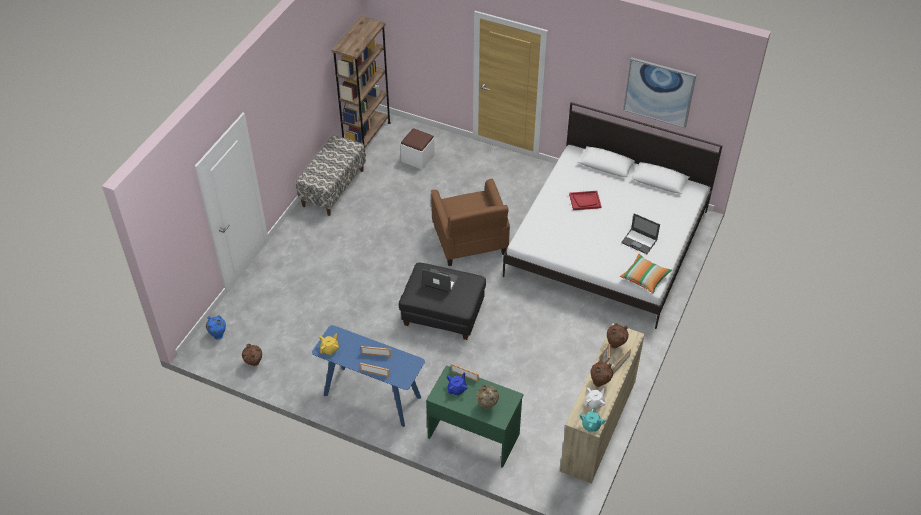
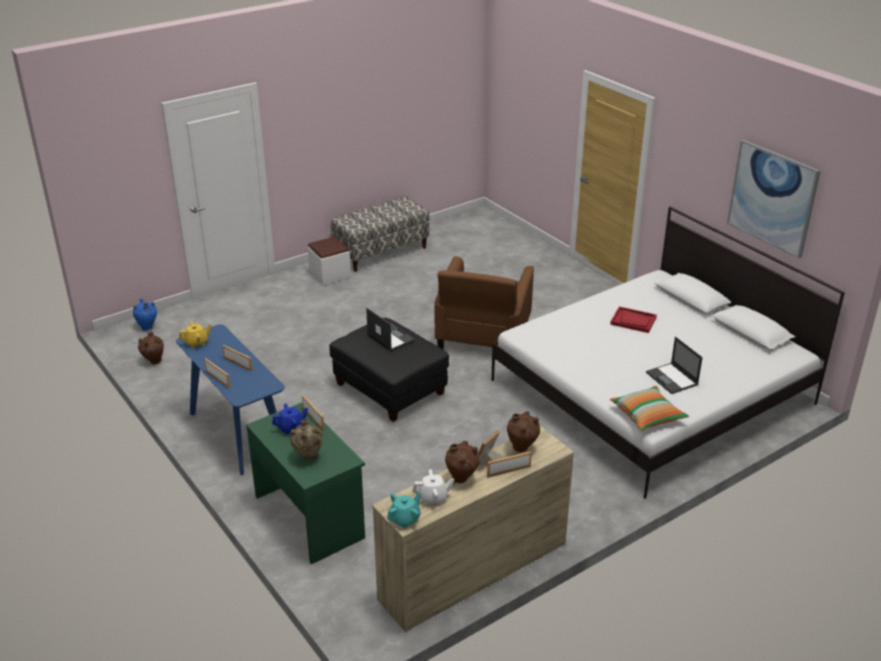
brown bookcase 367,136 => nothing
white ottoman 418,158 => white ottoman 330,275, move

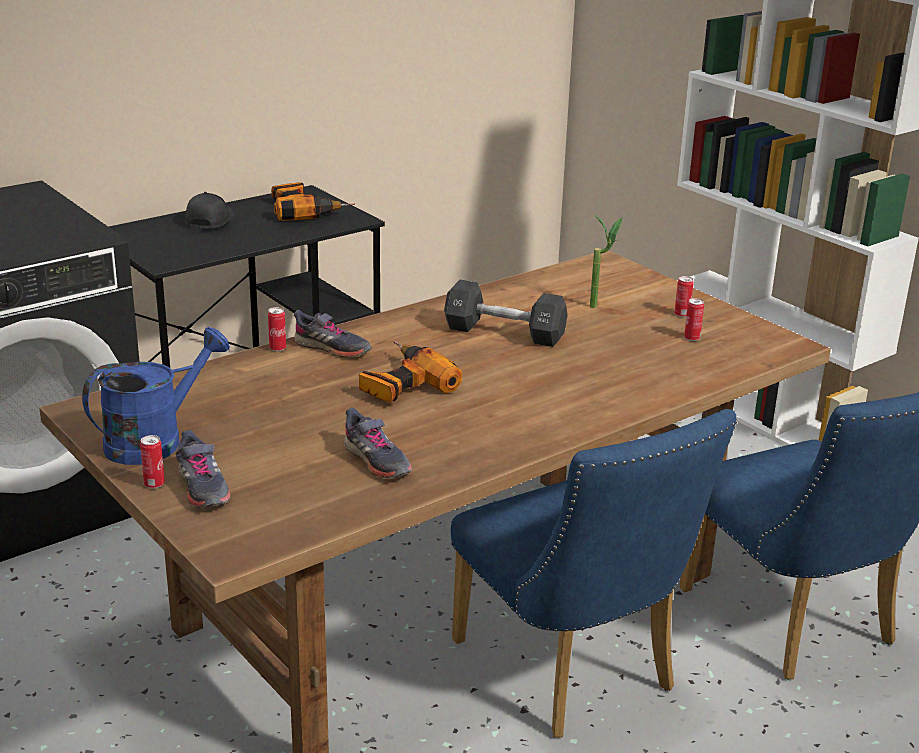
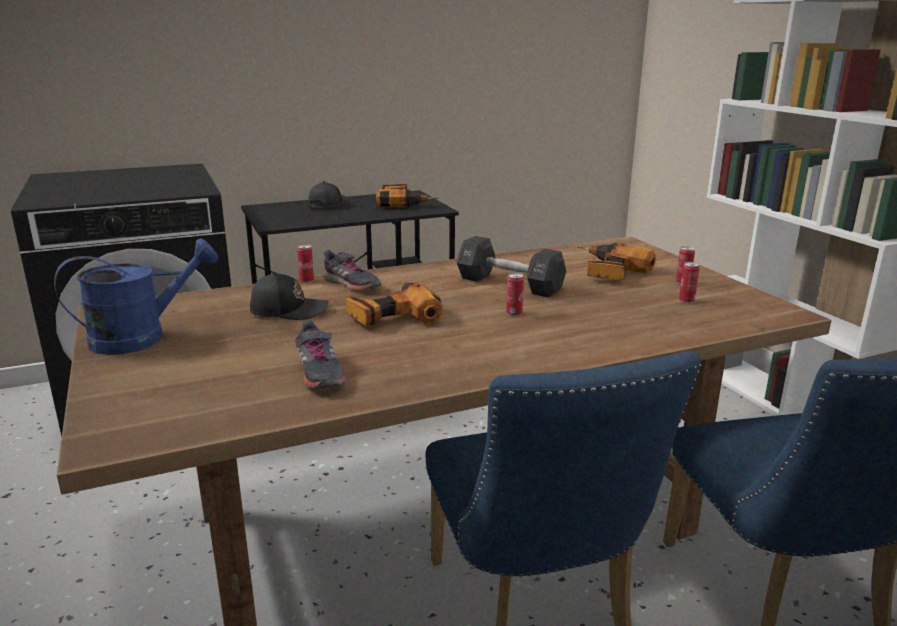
potted plant 600,306 => power drill 607,272
grey shoe 202,487 => nothing
can 154,484 => can 514,314, move
nothing => black cap 289,310

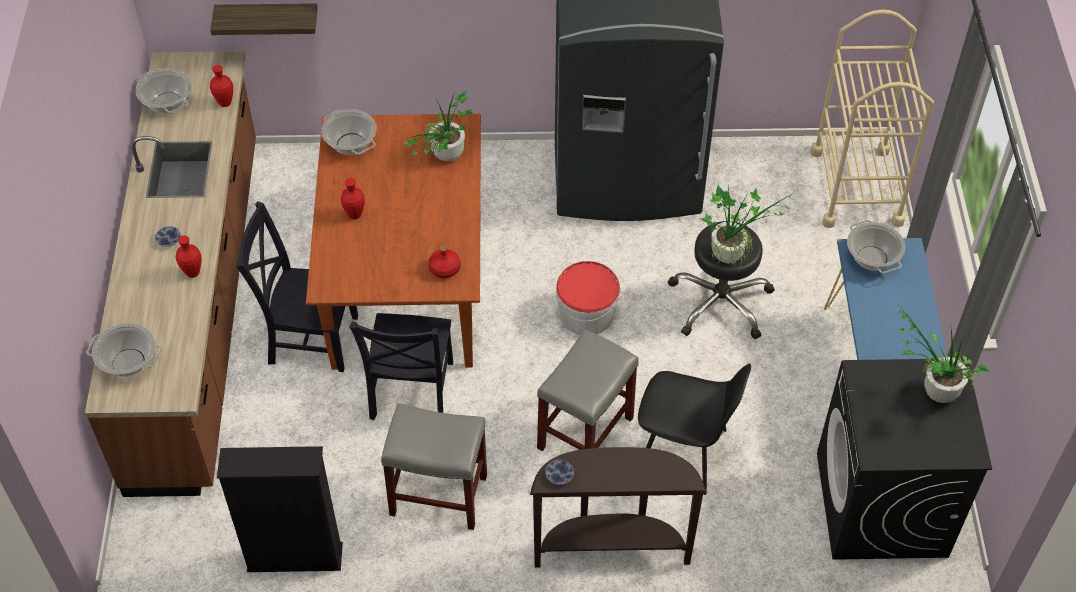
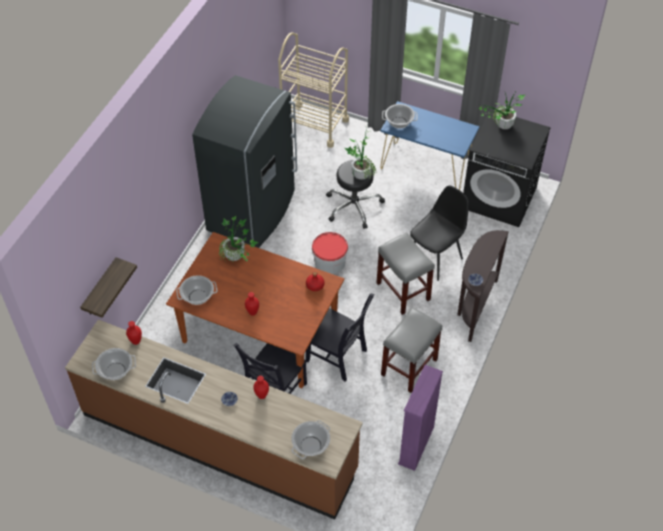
black bookcase 295,558 => purple bookcase 416,445

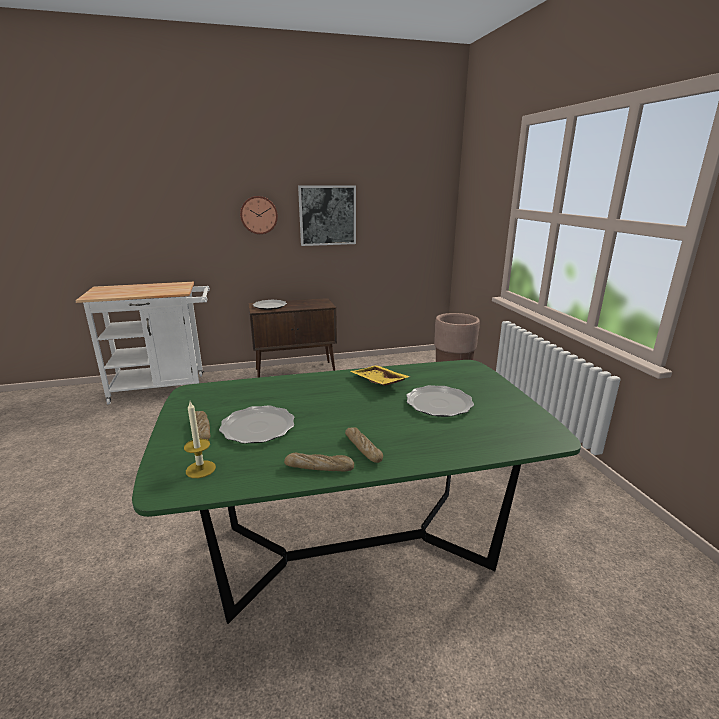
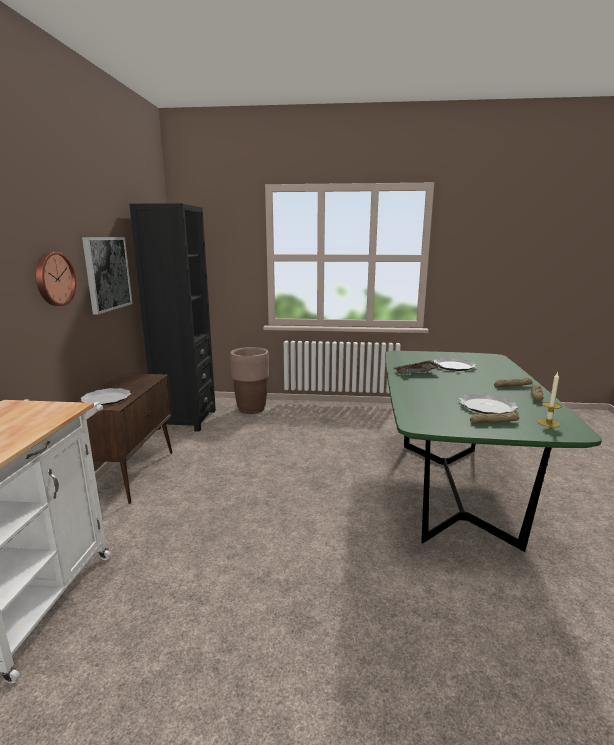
yellow tray 378,382 => black tray 417,373
nothing => black bookcase 186,419

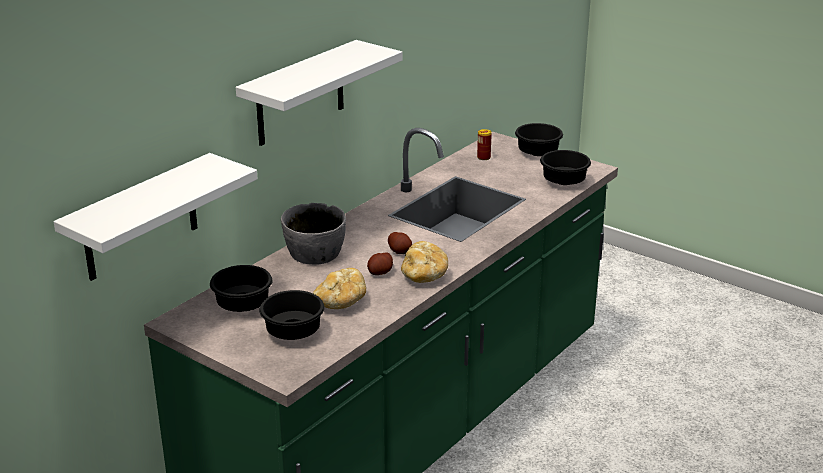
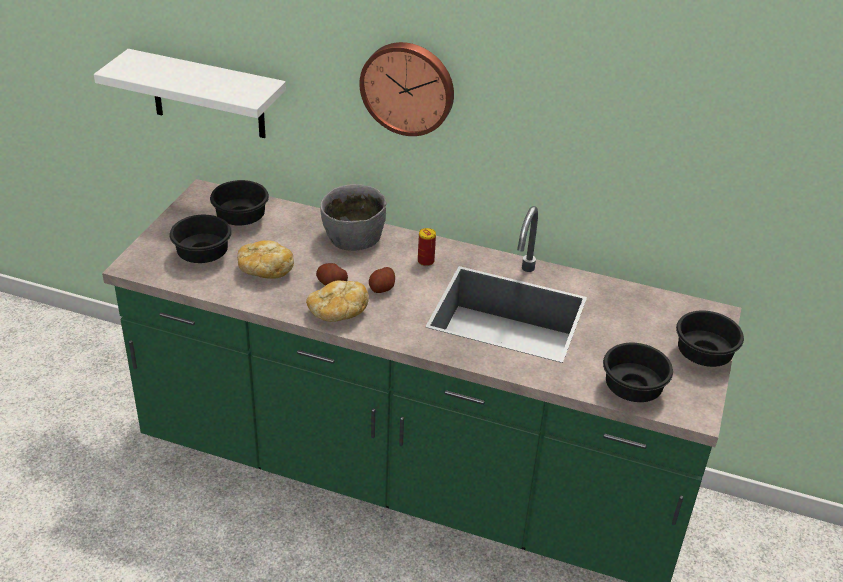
white shelf 300,94 => wall clock 408,87
can 483,157 => can 425,261, move

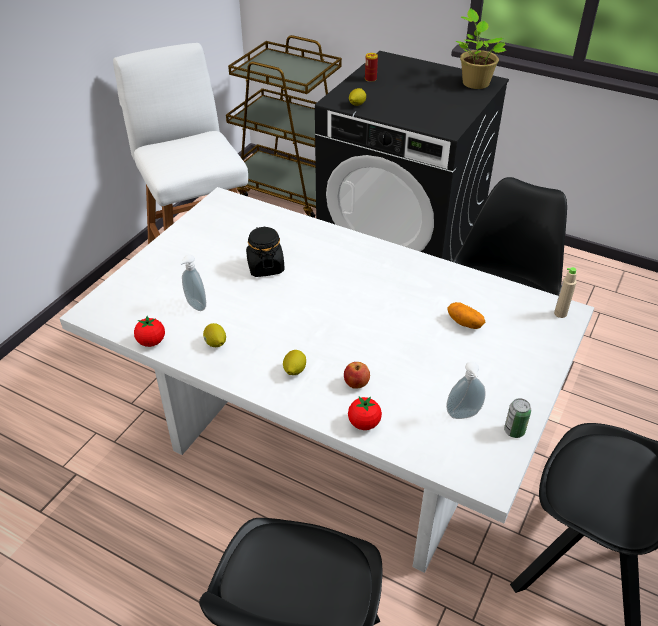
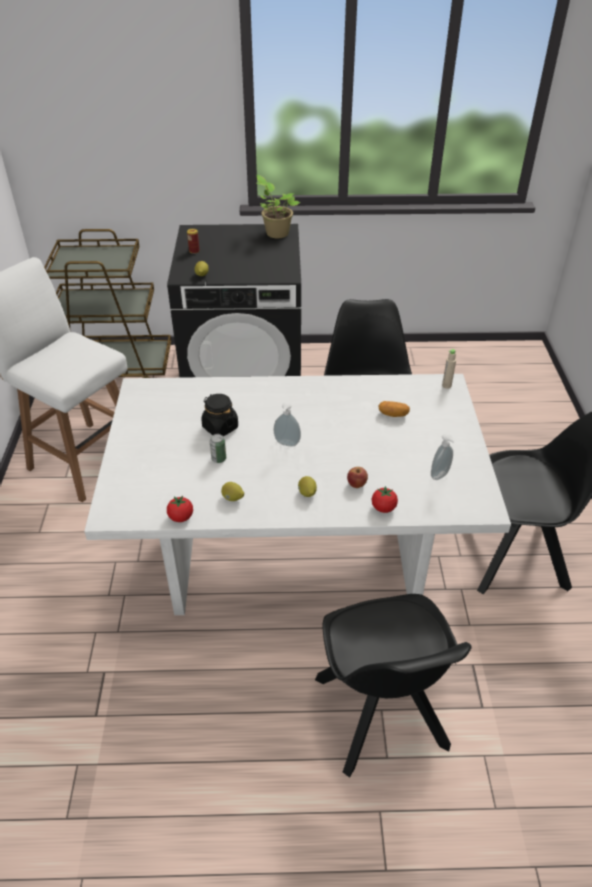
soap dispenser 195,306 => soap dispenser 286,444, move
can 514,431 => can 219,459, move

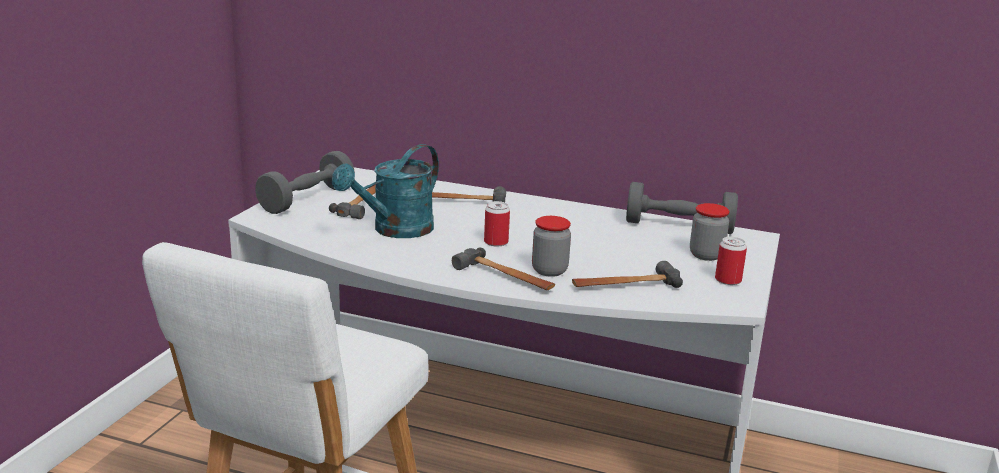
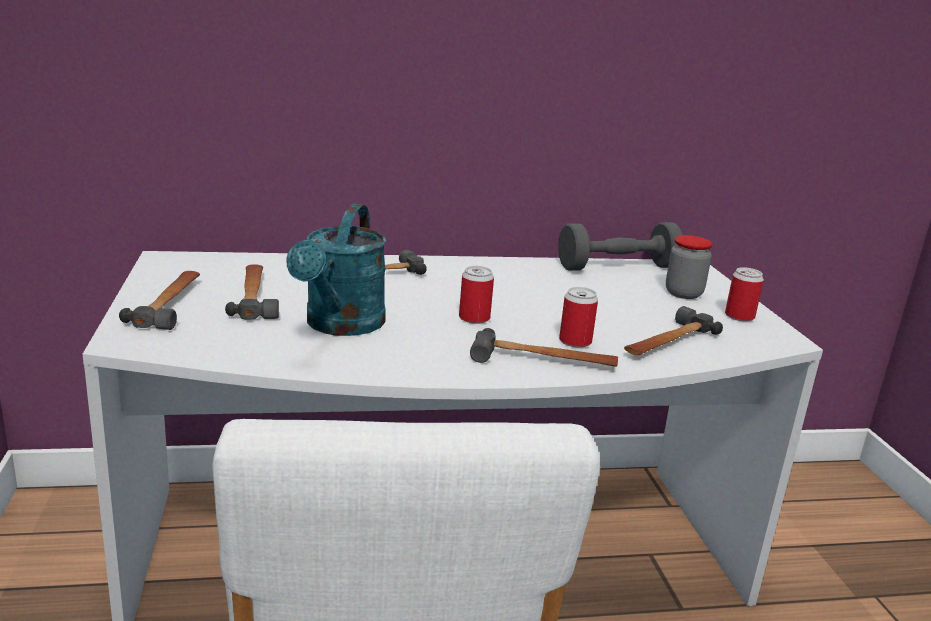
grey dumbbell 307,200 => hammer 170,304
jar 549,271 => can 575,341

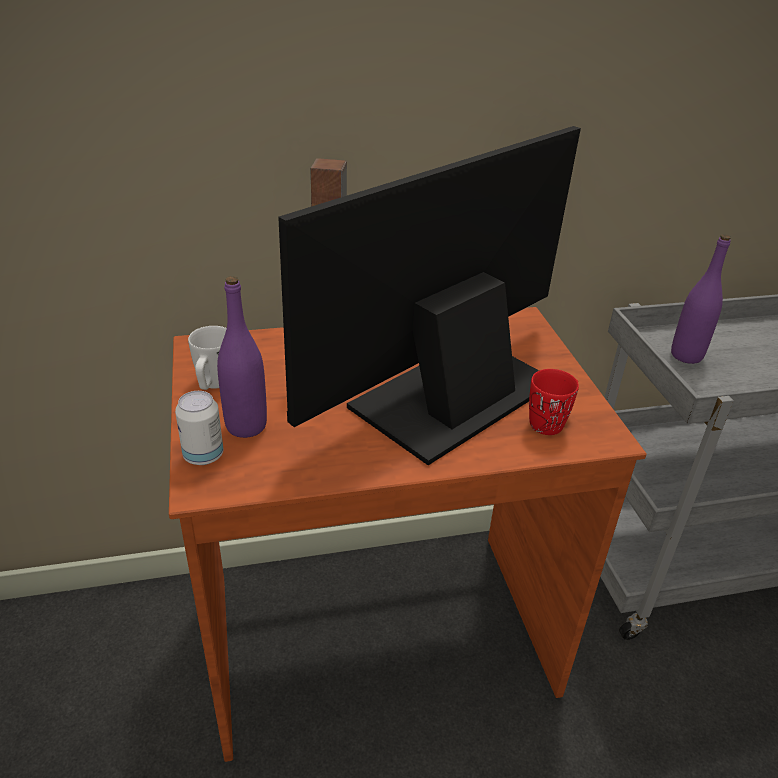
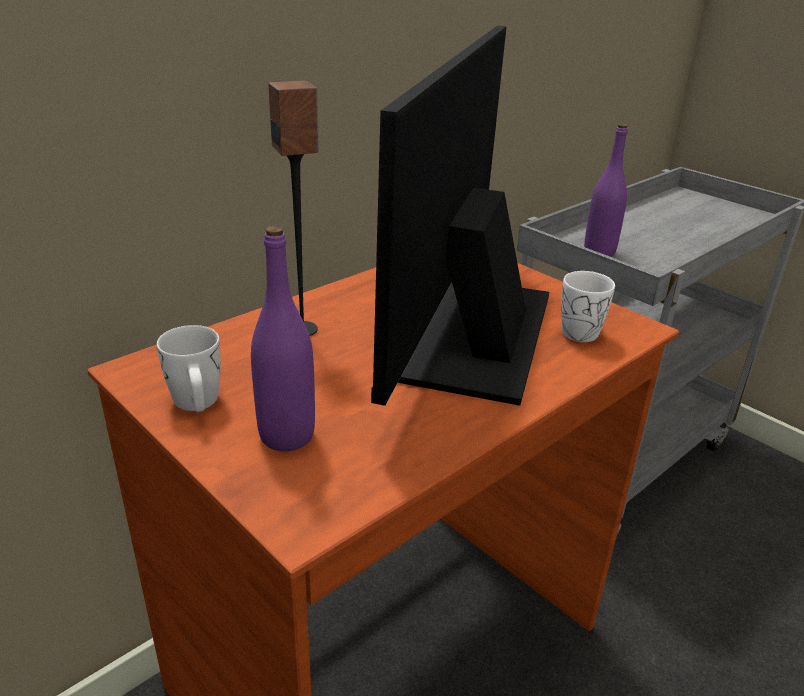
red mug 551,422 => white mug 580,329
can 203,456 => nothing

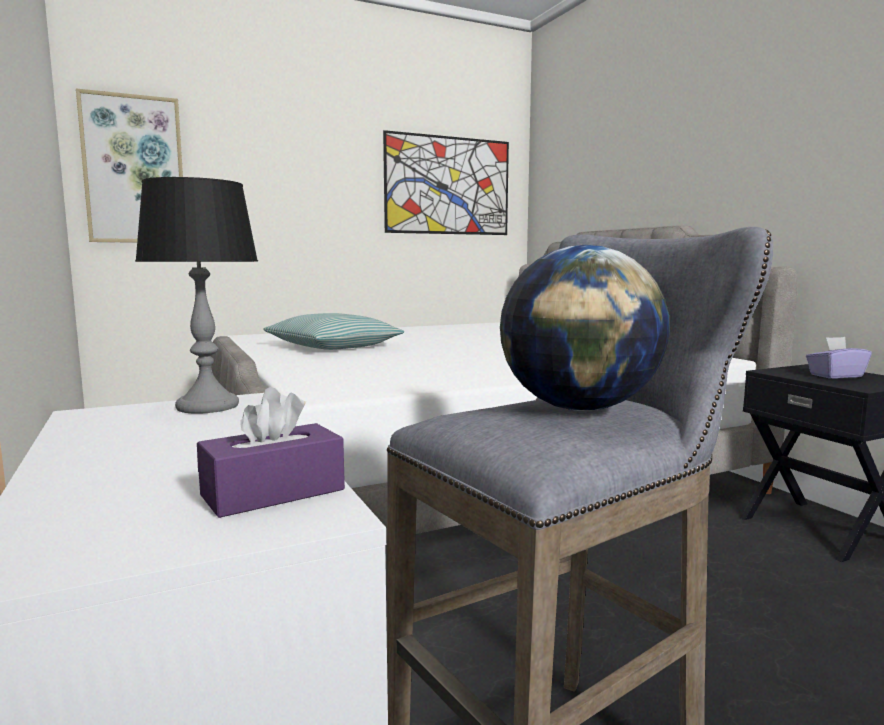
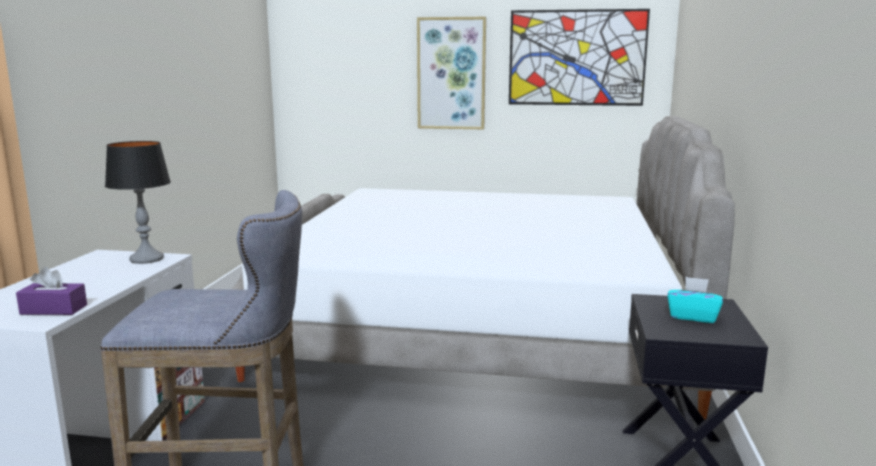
picture 134,170 => picture 451,73, move
globe 579,408 => nothing
pillow 333,346 => nothing
purple tissue box 835,376 => turquoise tissue box 692,316

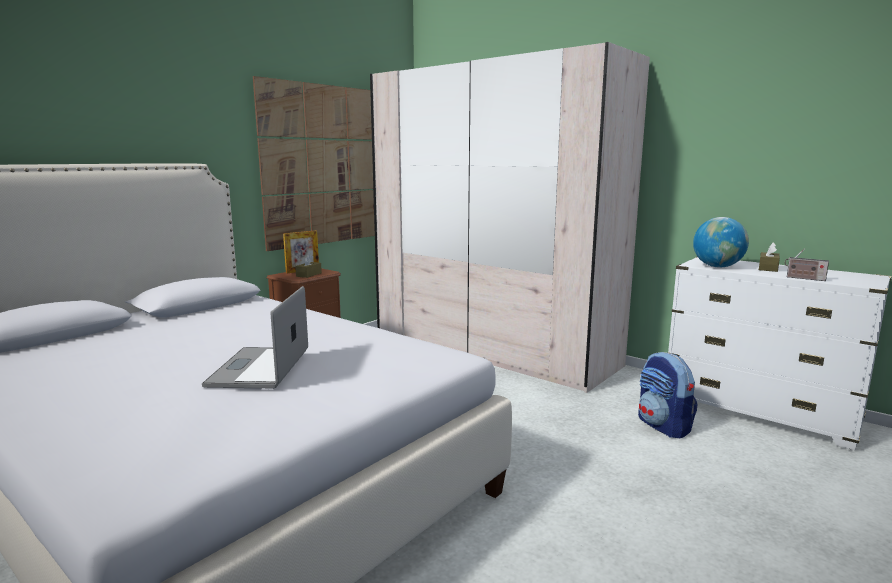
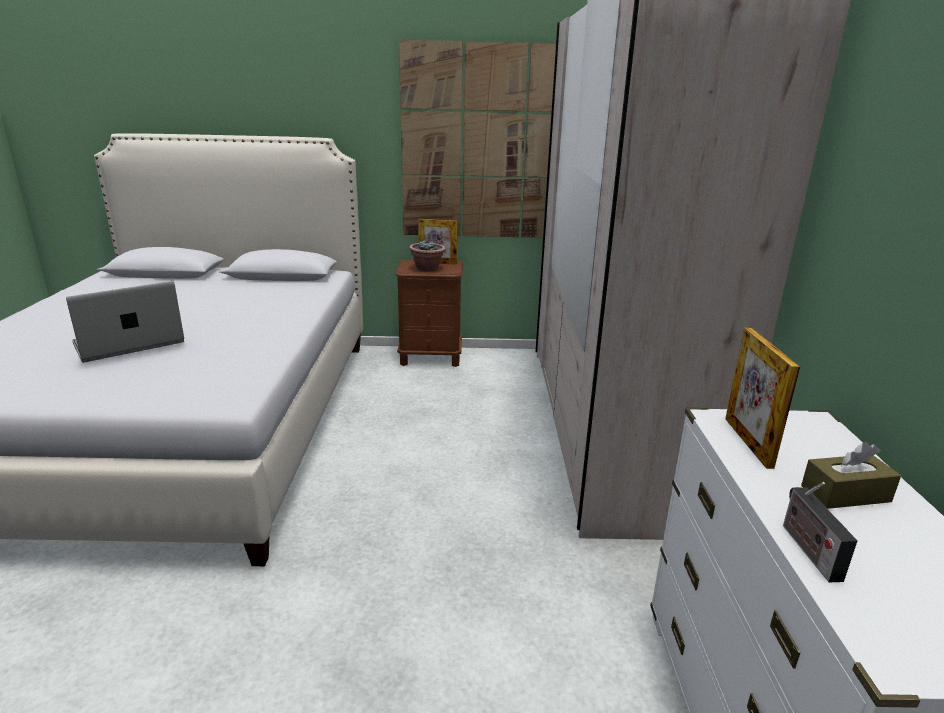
globe 717,267 => picture frame 748,442
brown tissue box 309,274 => potted plant 427,268
backpack 663,426 => nothing

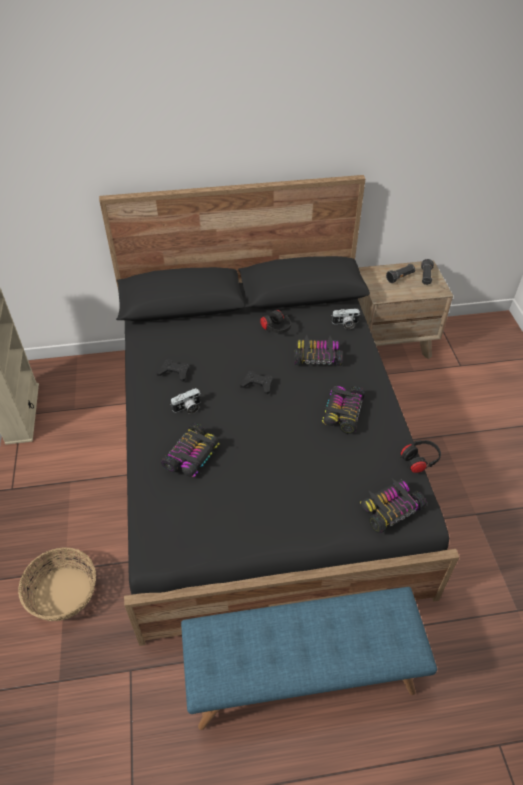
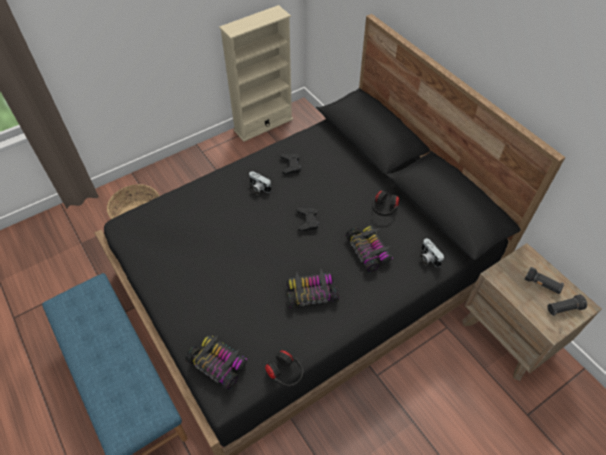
toy car 193,456 => nothing

